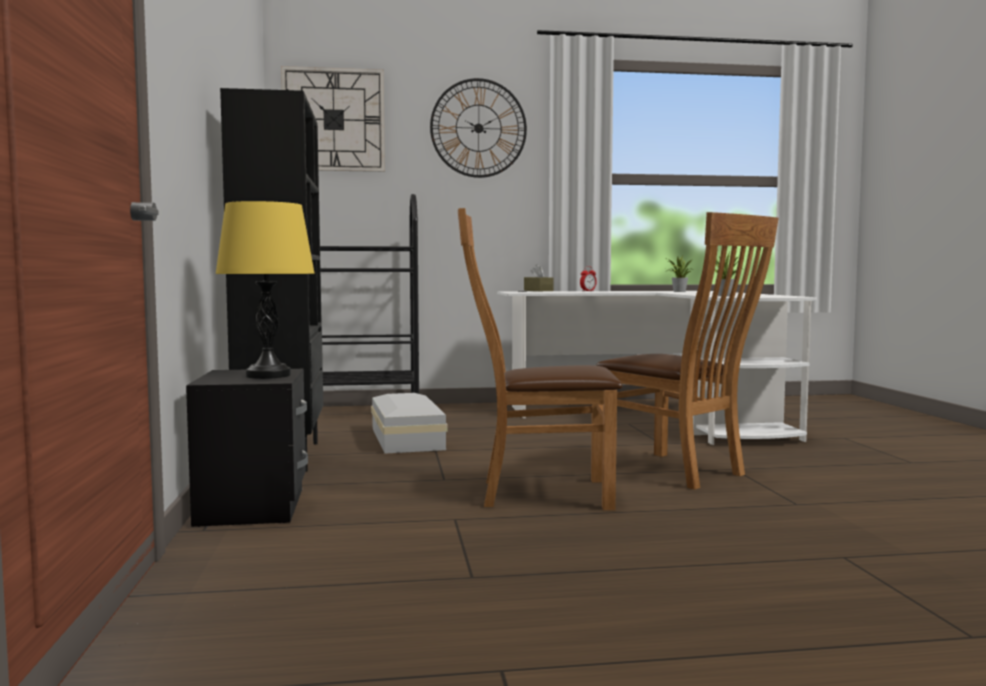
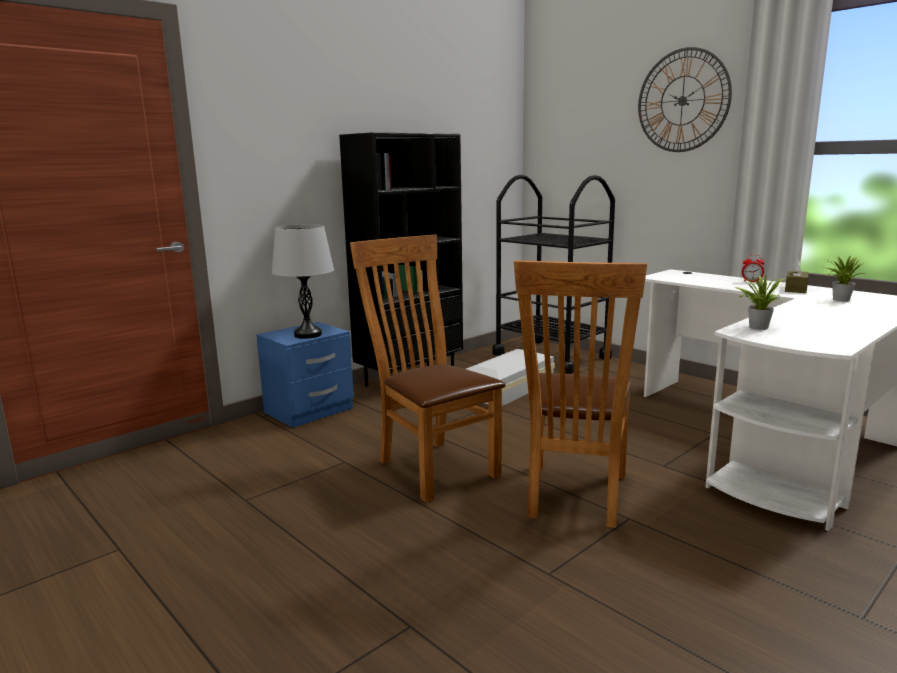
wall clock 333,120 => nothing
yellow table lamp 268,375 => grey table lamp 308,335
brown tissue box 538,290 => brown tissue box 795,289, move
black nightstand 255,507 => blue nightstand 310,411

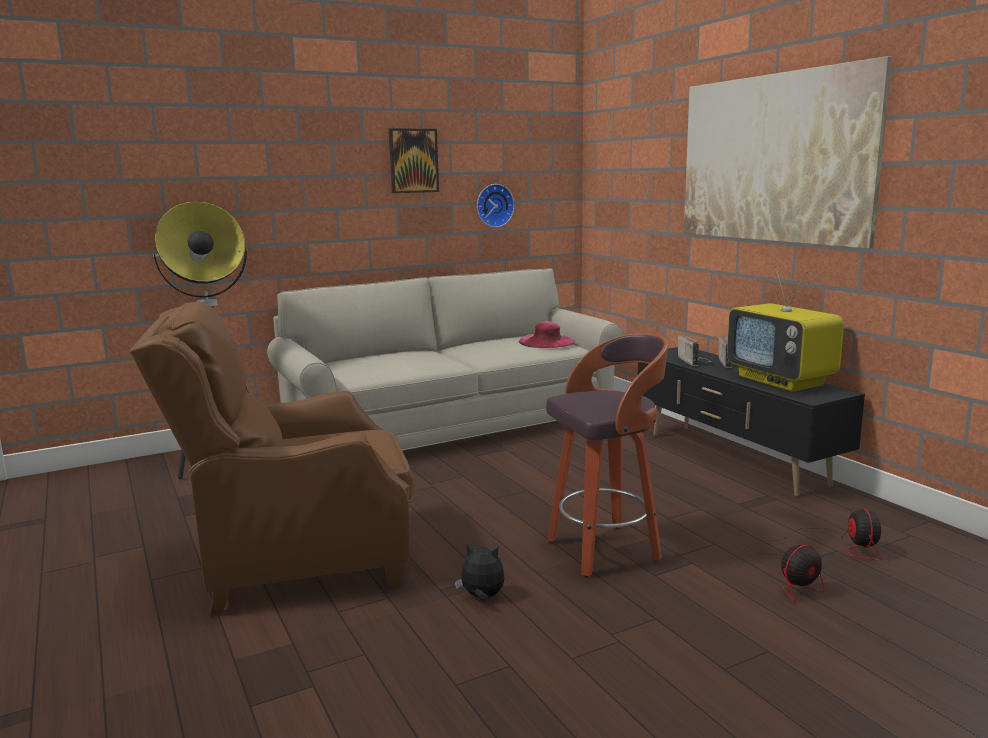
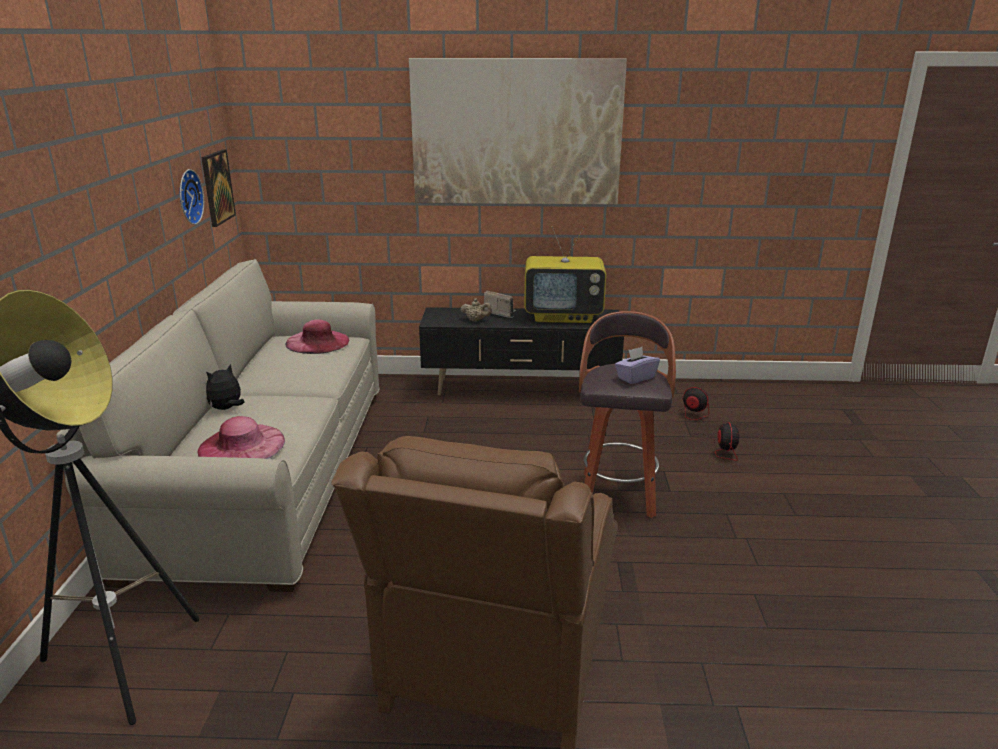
picture 413,161 => picture 217,187, move
radio 692,362 => beige teapot 476,320
plush toy 482,597 => plush toy 226,409, move
nothing => purple tissue box 635,377
nothing => pink hat 241,445

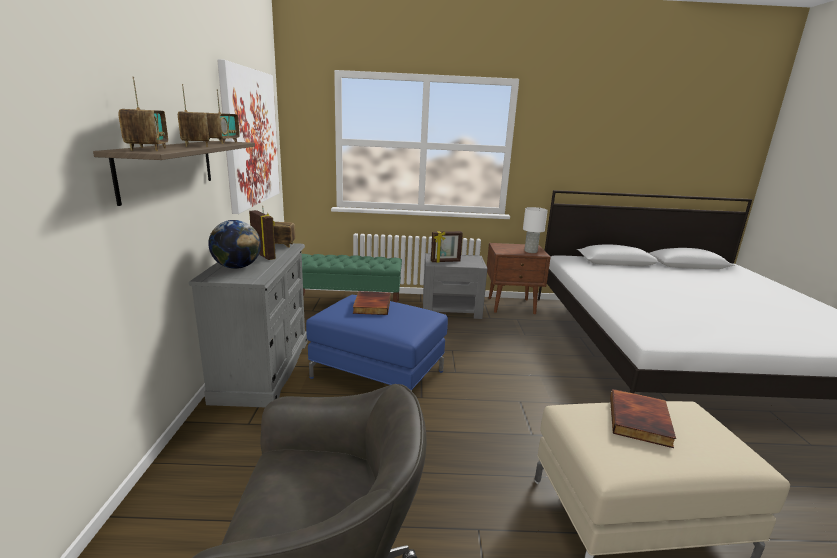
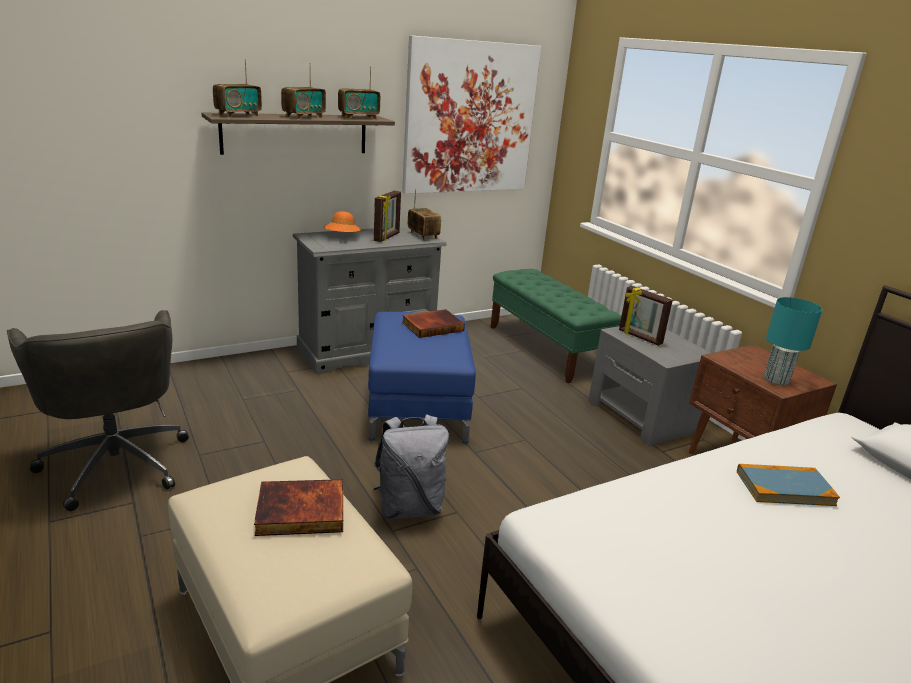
white table lamp 531,251 => turquoise table lamp 776,380
globe 237,267 => orange hat 342,237
nothing => grey backpack 409,507
nothing => book 784,488

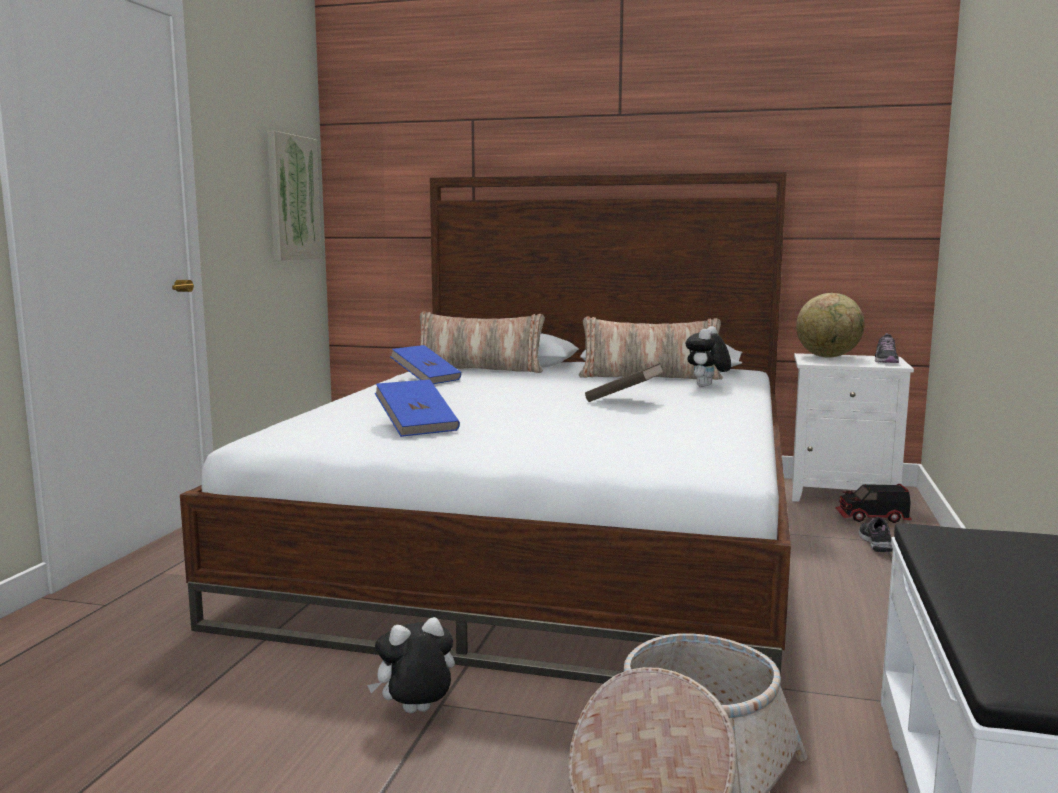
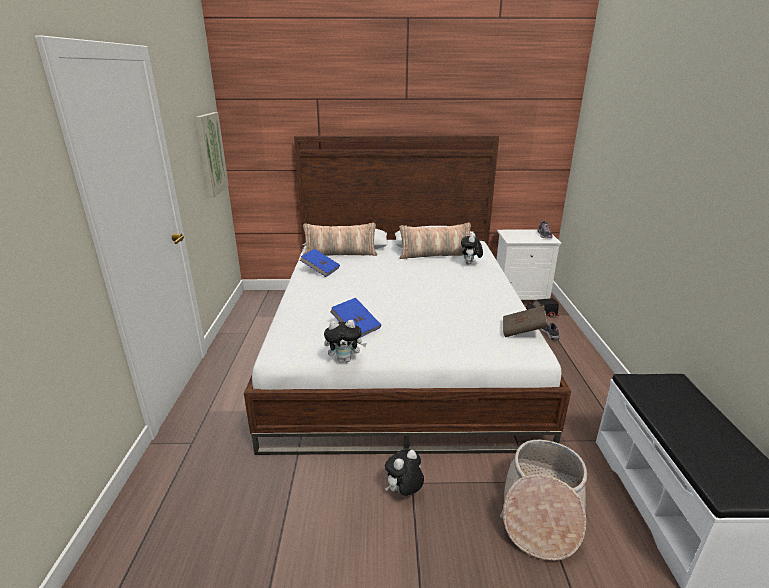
globe 828,357 => nothing
brown book 624,400 => brown book 523,331, move
nothing => plush toy 345,359

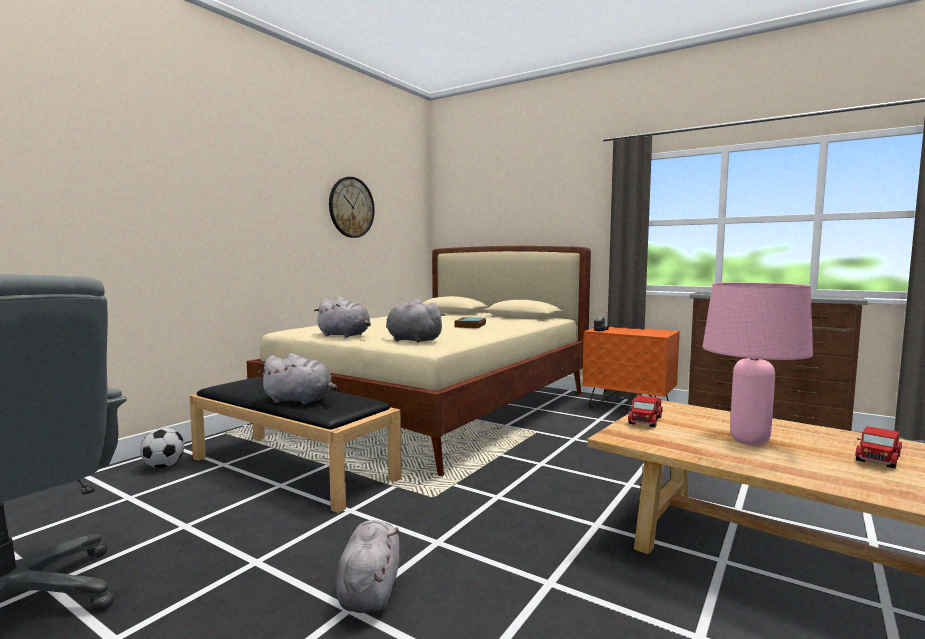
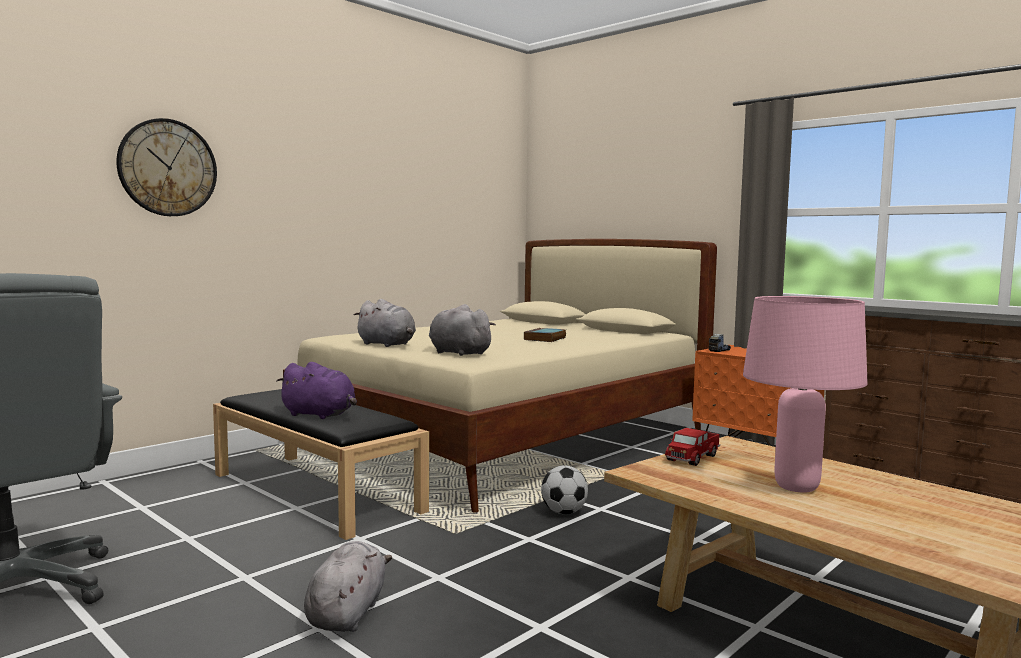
wall clock 351,207 => wall clock 167,168, move
grey plush toy 300,400 => purple plush toy 320,415
toy truck 878,457 => nothing
football 164,466 => football 564,512, move

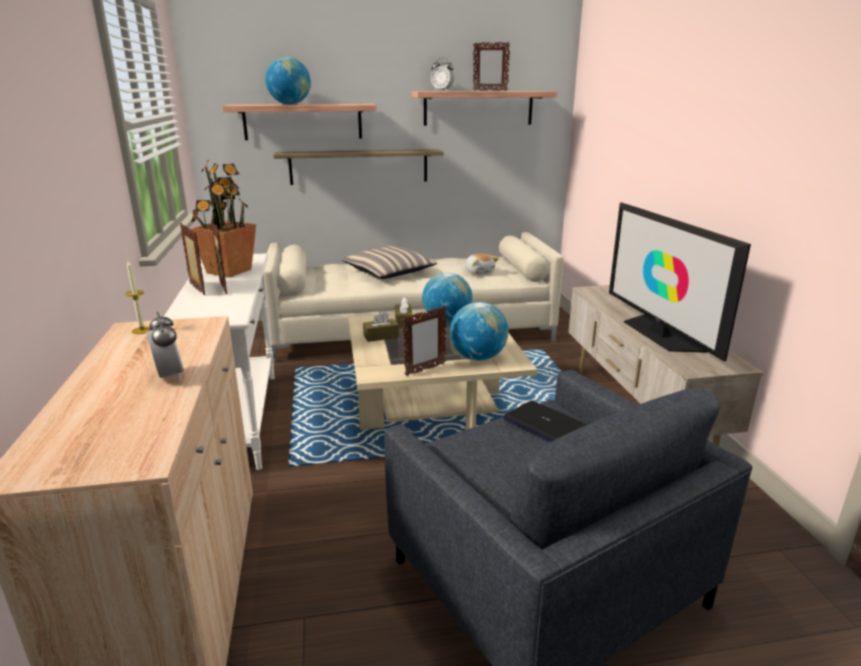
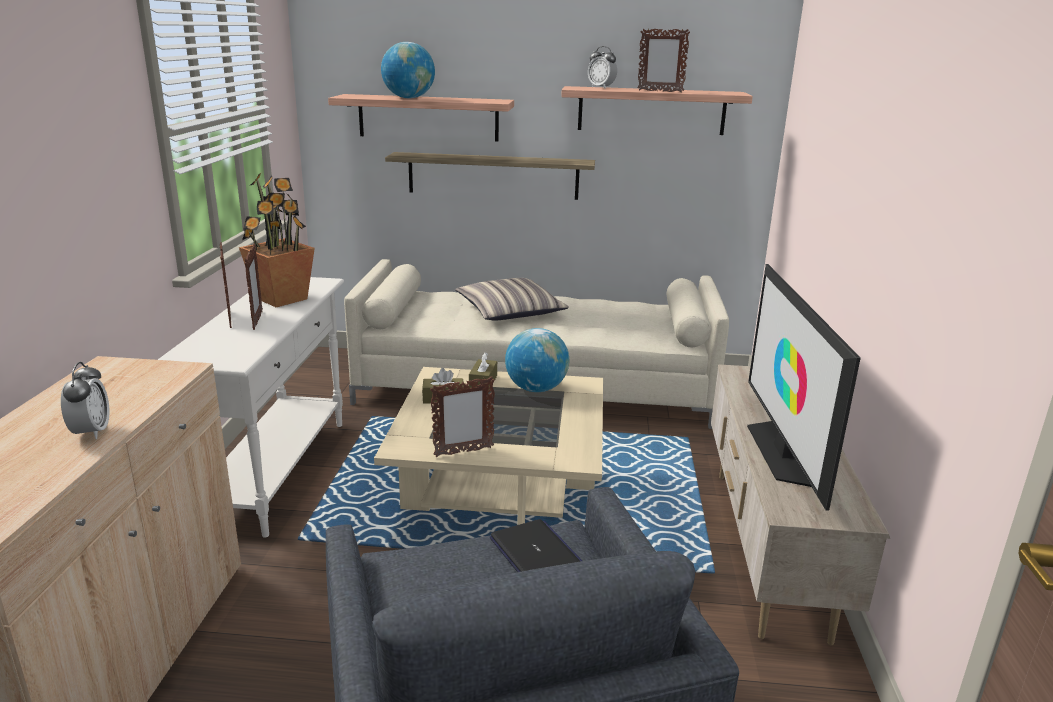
plush toy 479,272 => nothing
candle 142,330 => nothing
globe 478,357 => nothing

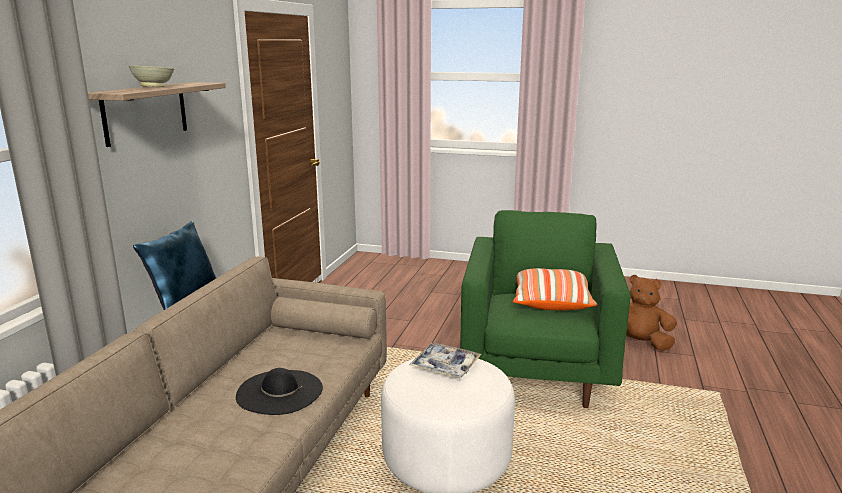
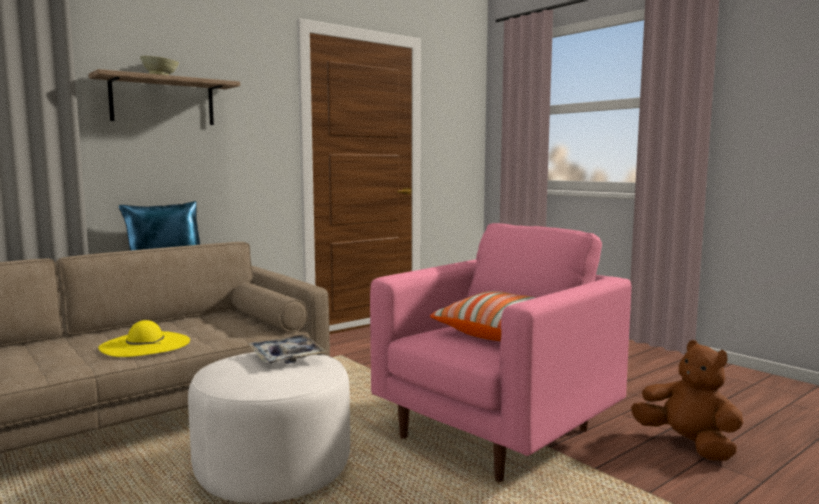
green armchair 536,373 => pink armchair 495,434
black hat 279,392 => yellow hat 145,344

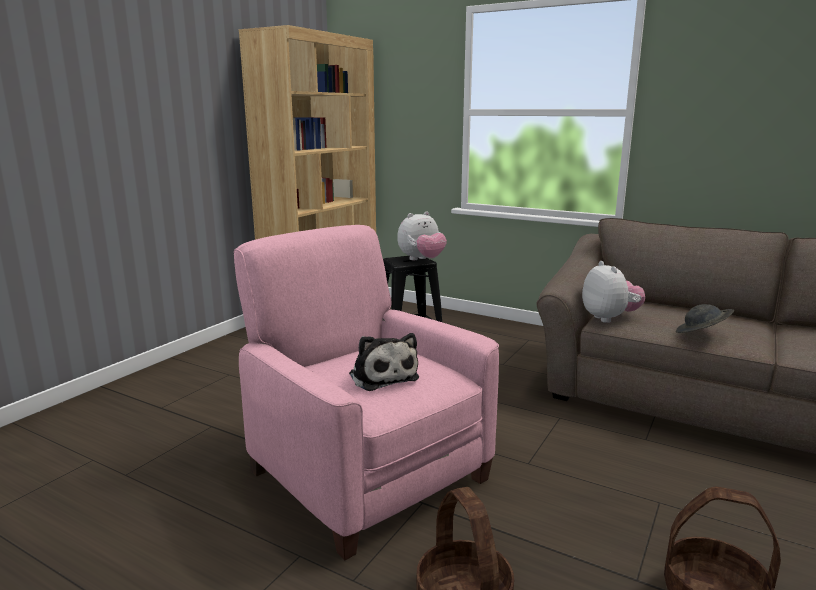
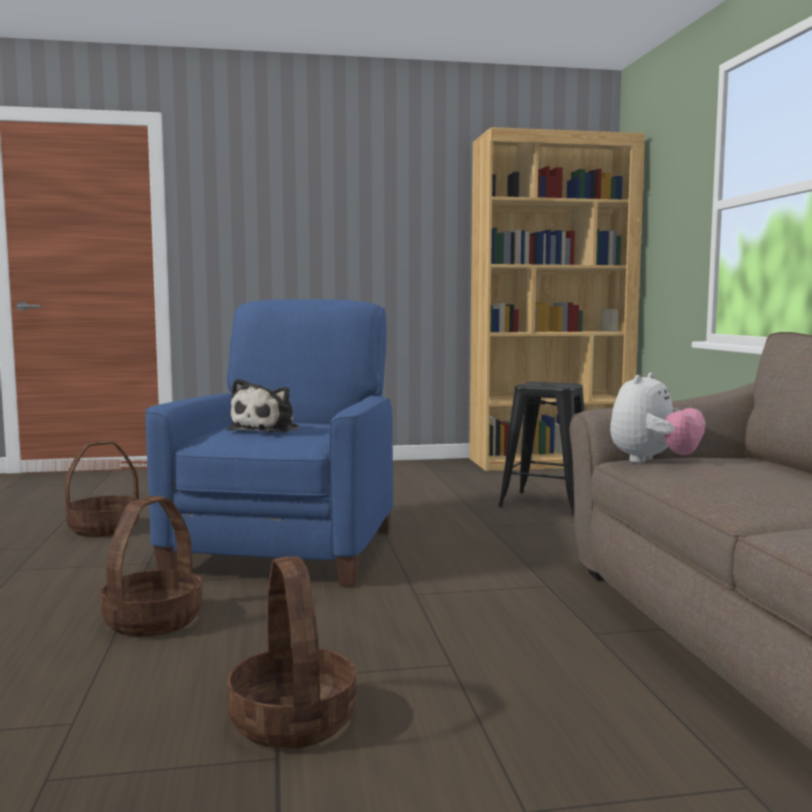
plush toy 421,260 => nothing
pink armchair 366,474 => blue armchair 286,550
grey hat 702,334 => nothing
nothing => basket 104,528

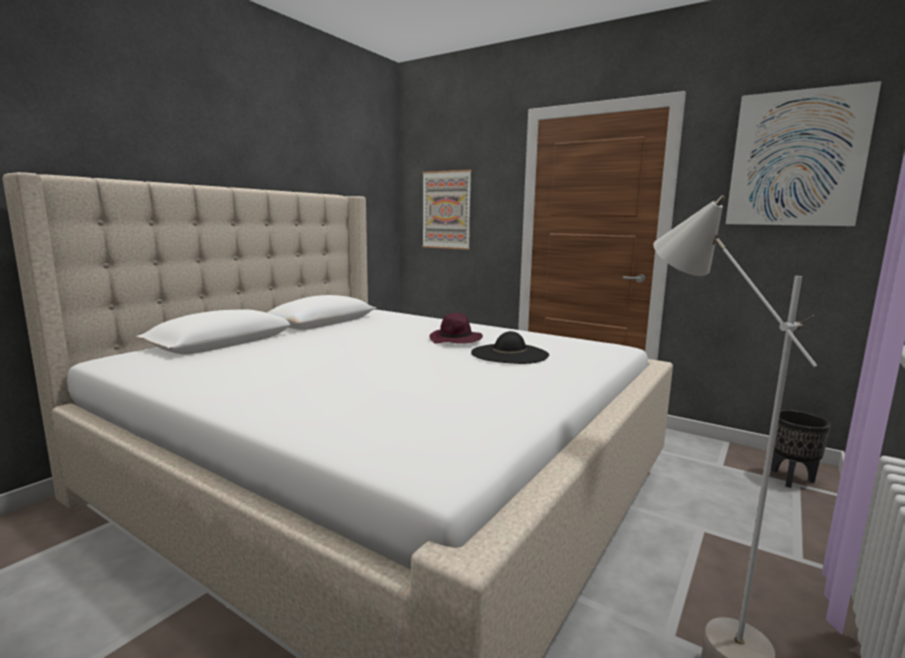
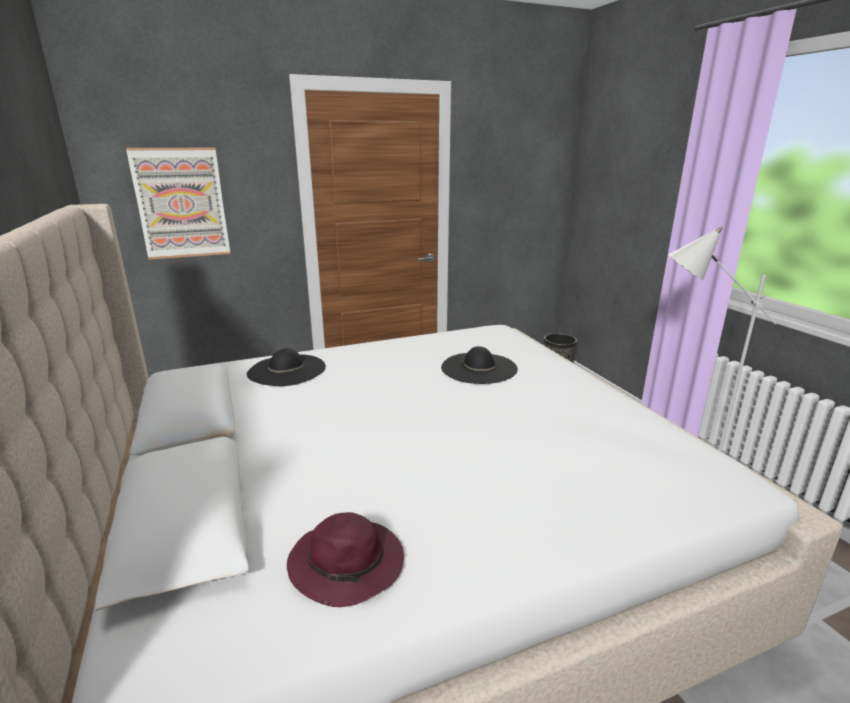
picture 796,159 => nothing
purple hat 456,340 => purple hat 348,565, move
nothing => black hat 287,370

